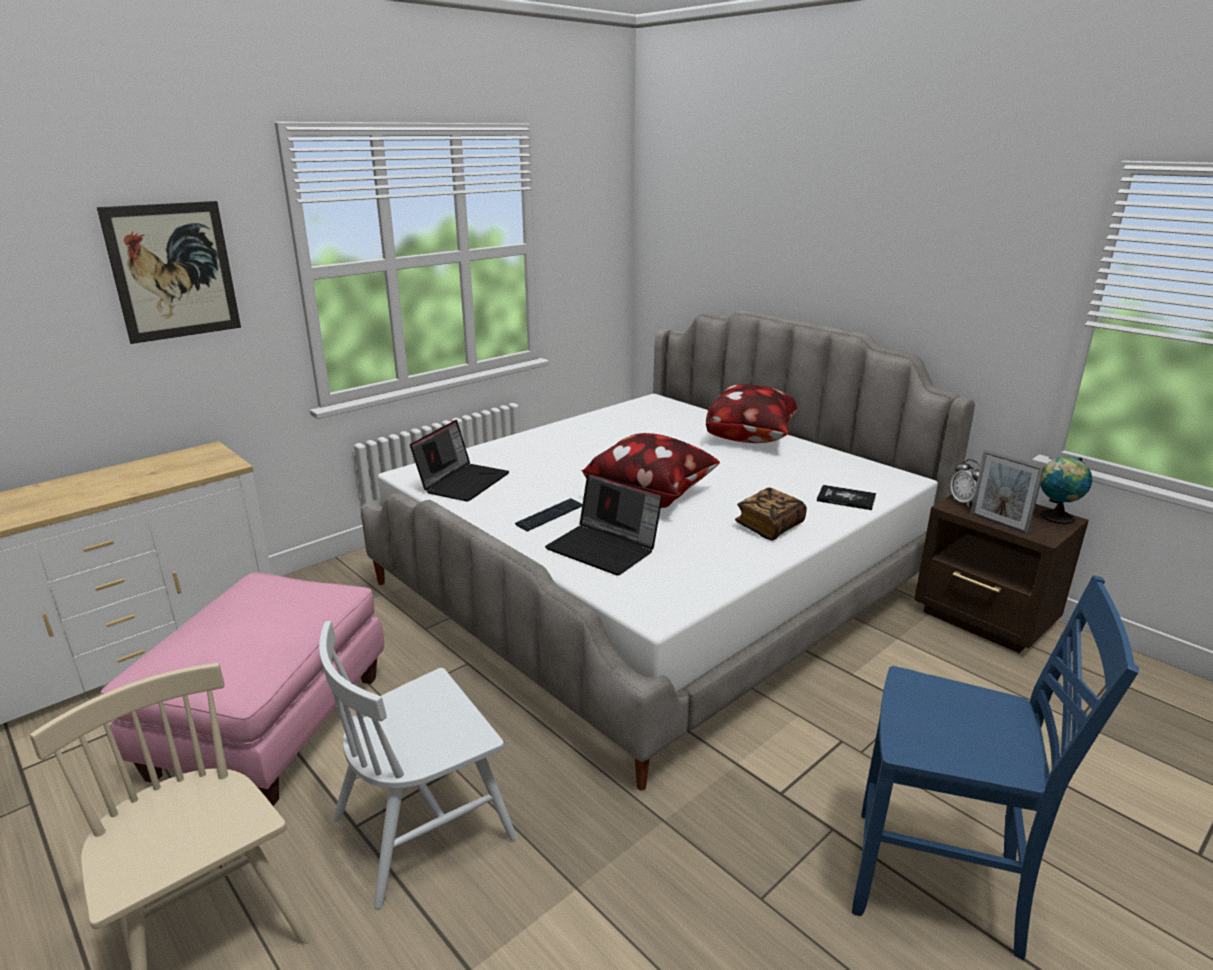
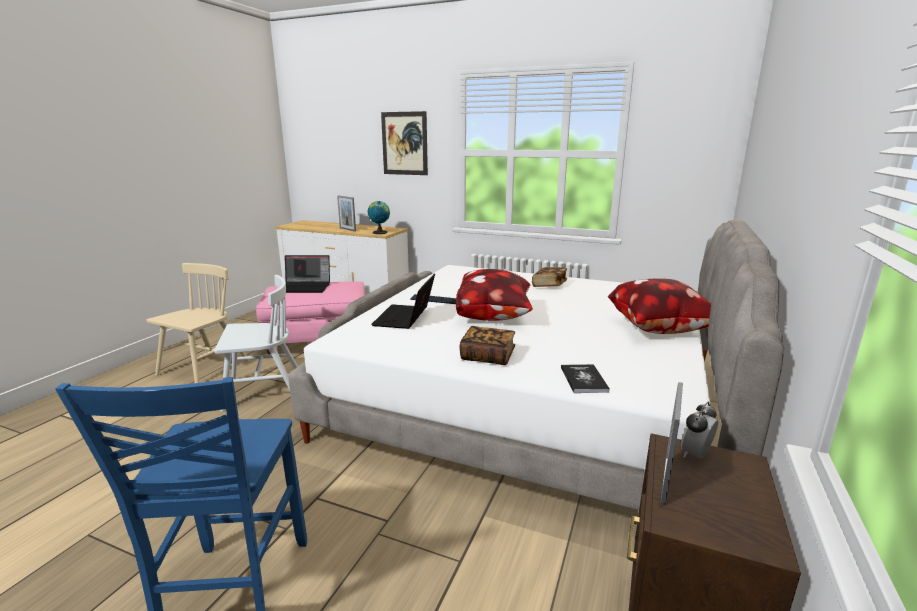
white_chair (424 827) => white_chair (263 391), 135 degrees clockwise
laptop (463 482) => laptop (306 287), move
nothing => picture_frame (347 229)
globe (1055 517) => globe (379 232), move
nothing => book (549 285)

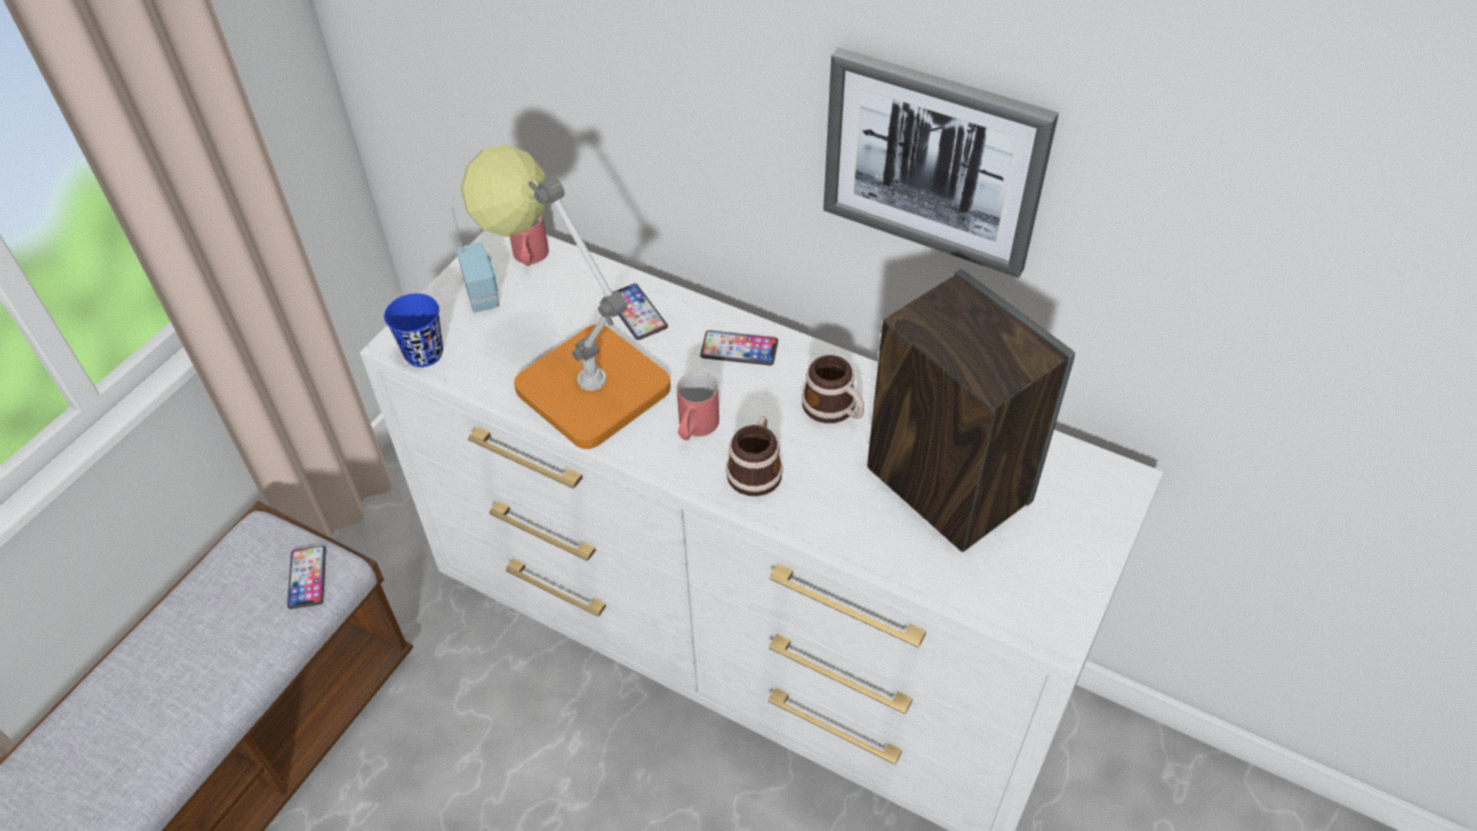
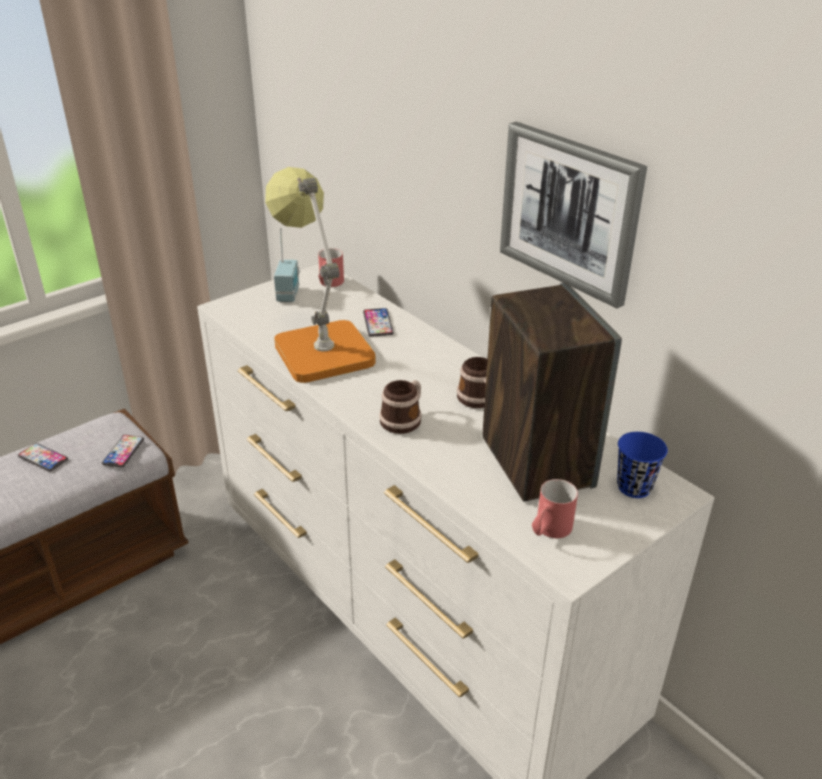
phone (739 349) => phone (43 458), move
red_mug (695 429) => red_mug (548 531), move
blue_cup (424 354) => blue_cup (634 487), move

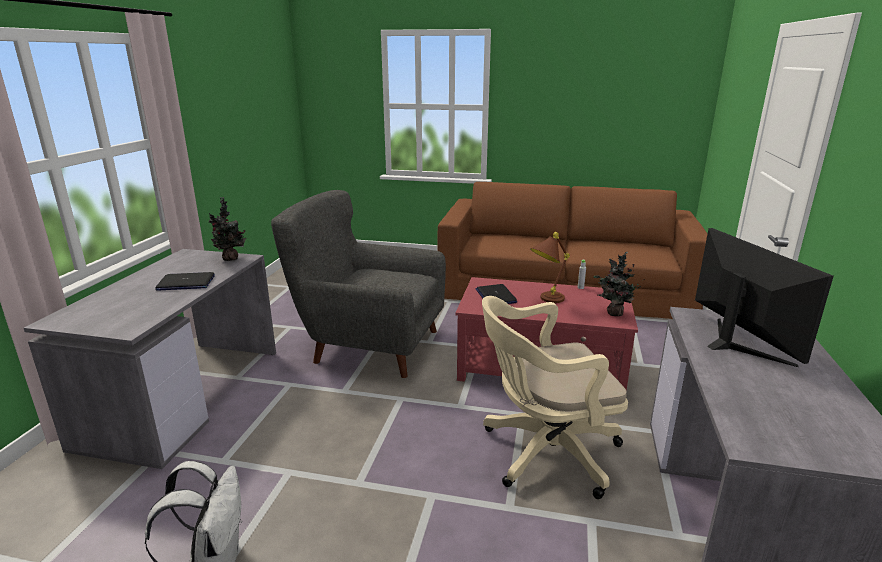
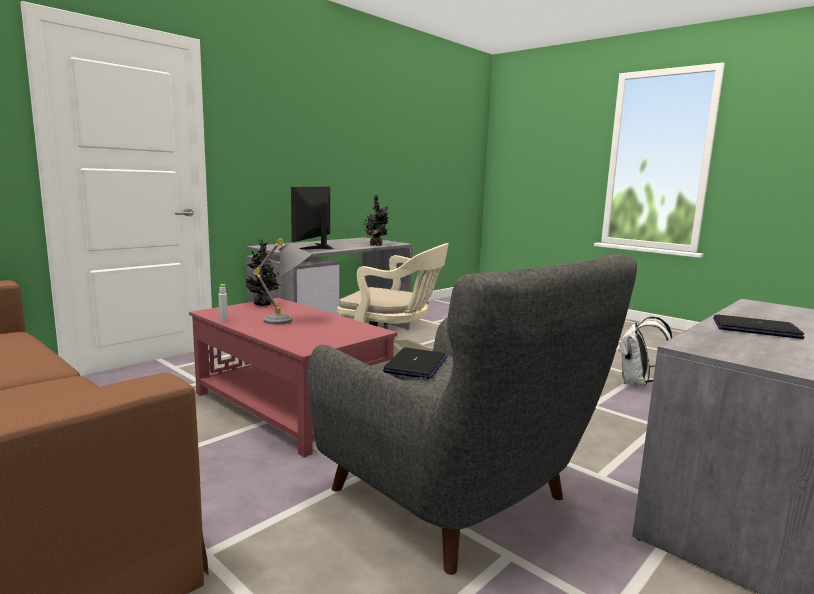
brown_table_lamp (545 300) => grey_table_lamp (289 321)
potted_plant (230 259) => potted_plant (376 245), move
laptop (495 296) => laptop (416 365), move

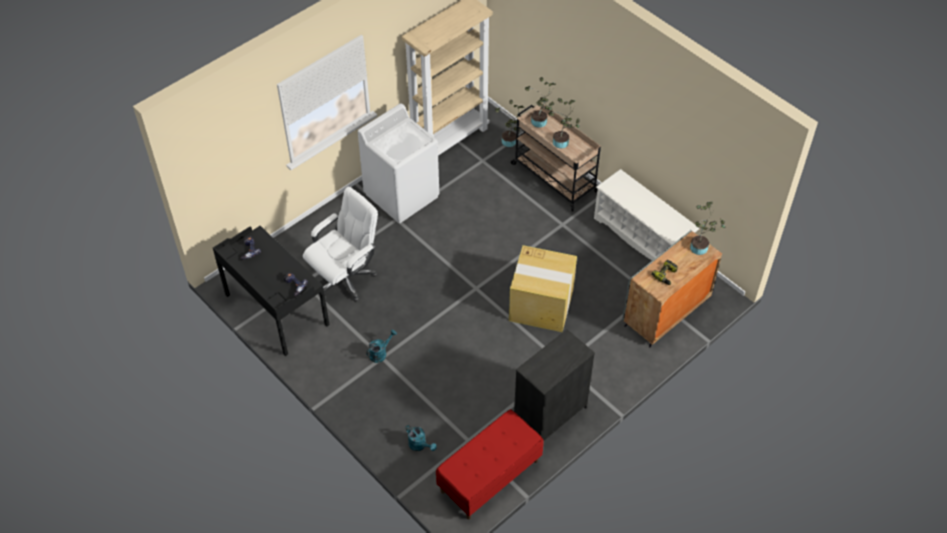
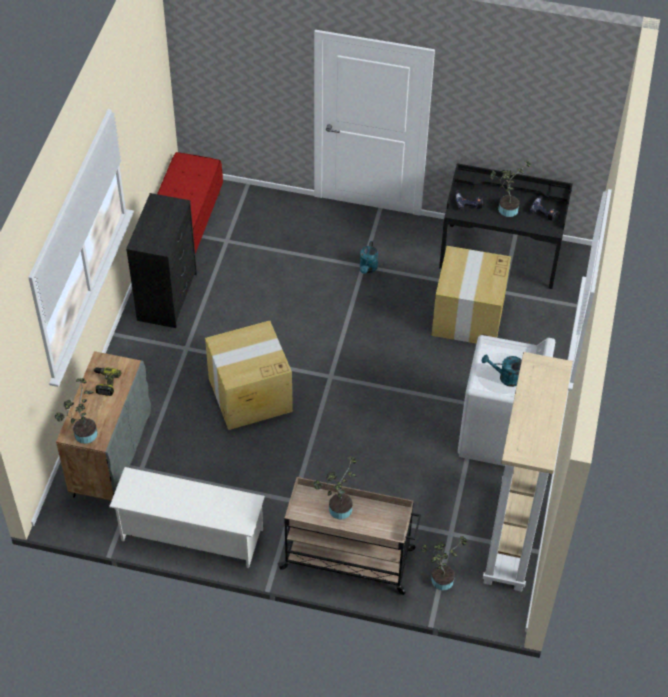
white_office_chair (345 278) => cardboard_box (468 317)
turquoise_watering_can (420 445) => turquoise_watering_can (506 377), move
potted_plant (540 123) => potted_plant (505 209), move

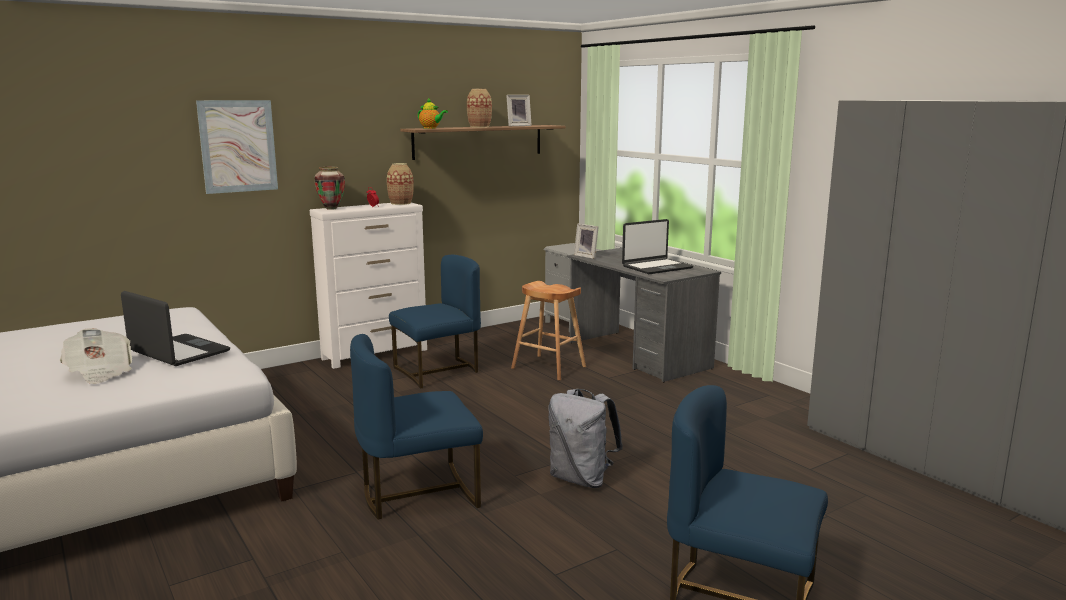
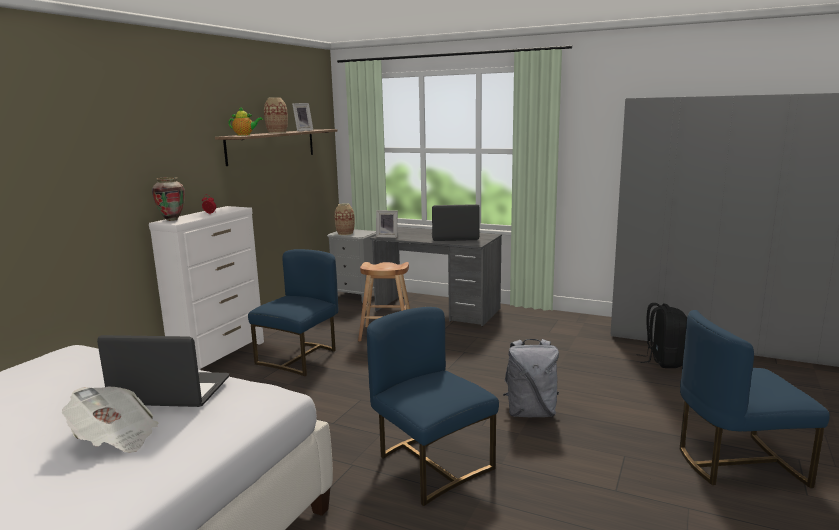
vase (401 203) => vase (345 233), move
blue_chair (418 493) => blue_chair (431 465), 105 degrees clockwise
laptop (656 267) => laptop (454 237), 120 degrees counterclockwise
nothing => black_backpack (663 361)
picture (238 146) => nothing

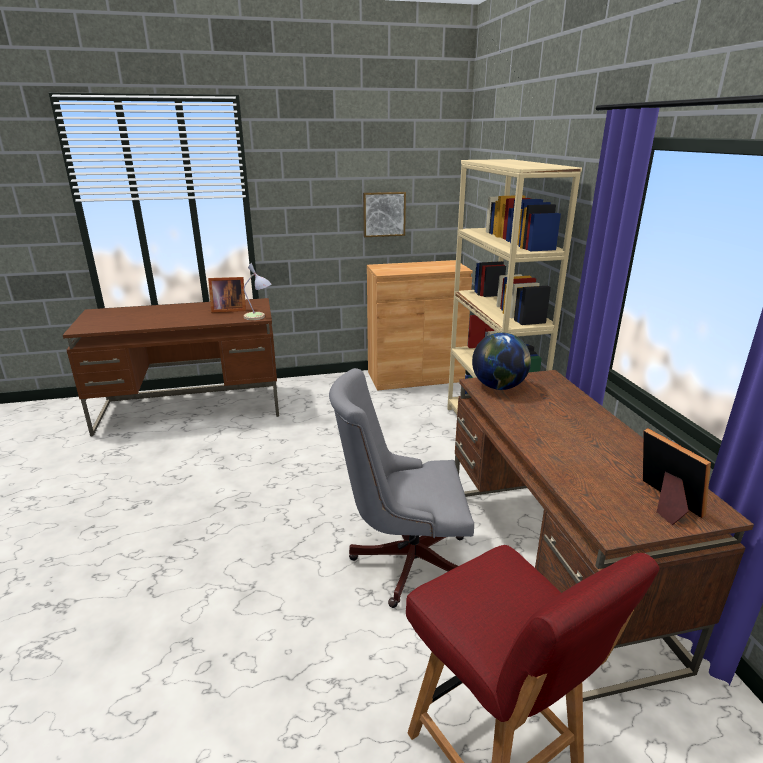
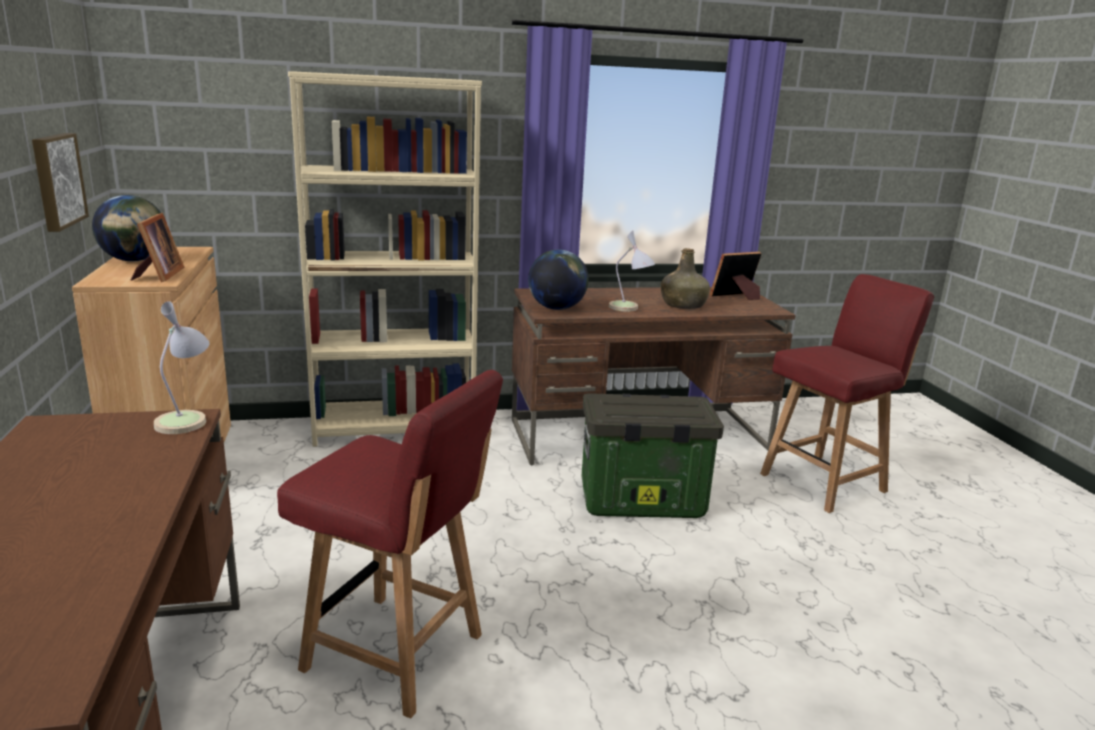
nothing => globe (134 260)
picture_frame (228 309) => picture_frame (159 275), move
nothing => red_chair (397 654)
grey_office_chair (403 560) => storage_box (640 502)
nothing => table_lamp (629 308)
nothing => green_bottle (683 305)

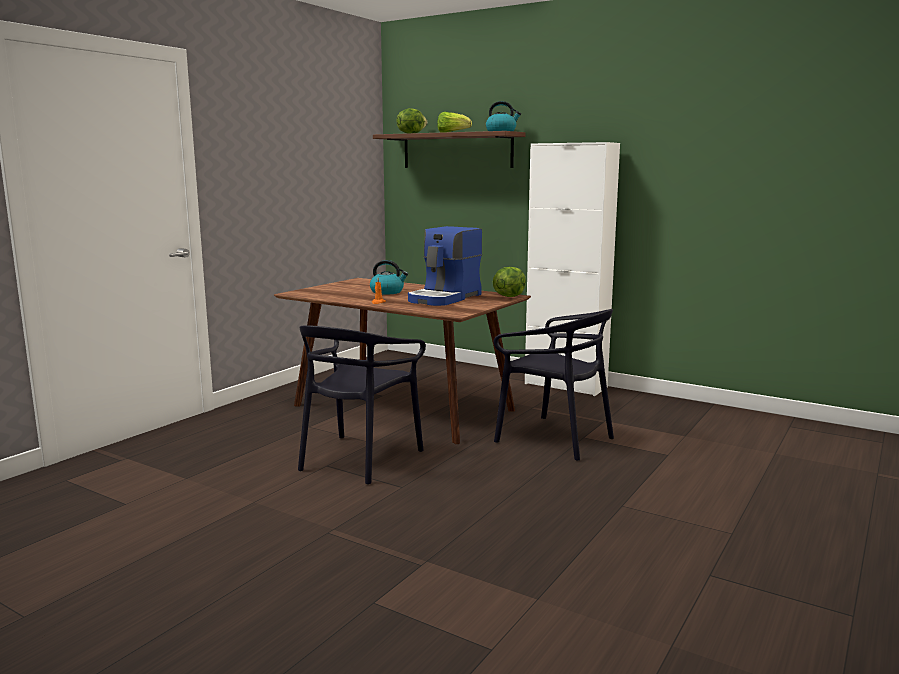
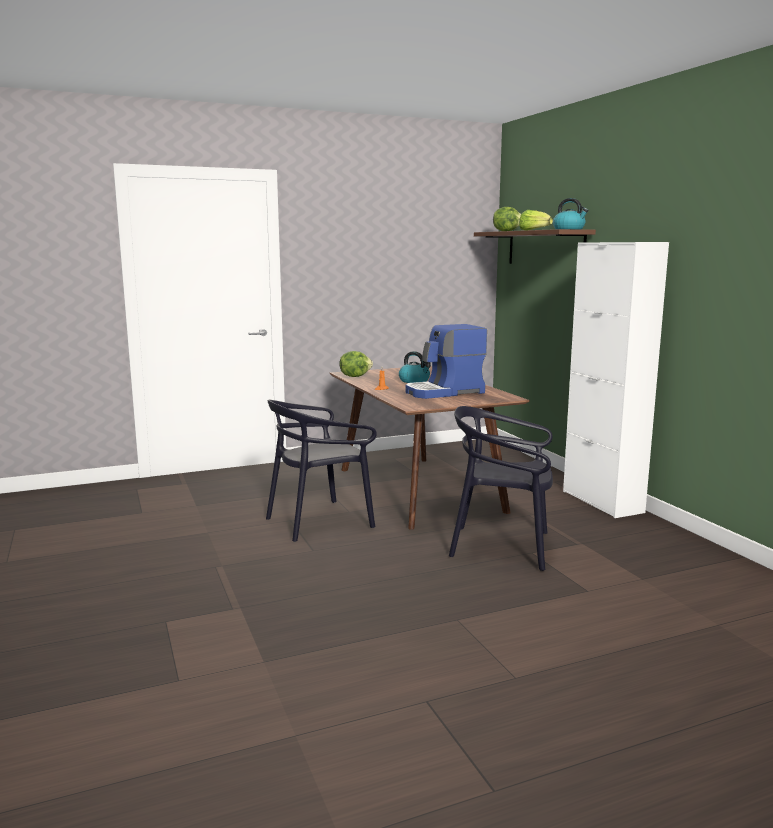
lettuce (509 296) => lettuce (354 376), move
black_chair (554 438) => black_chair (501 546), 120 degrees clockwise

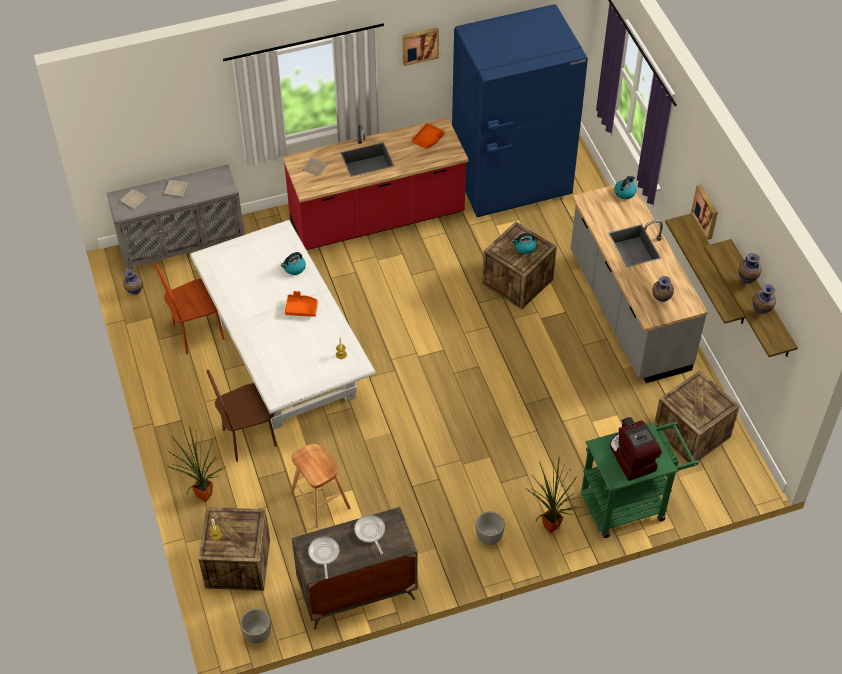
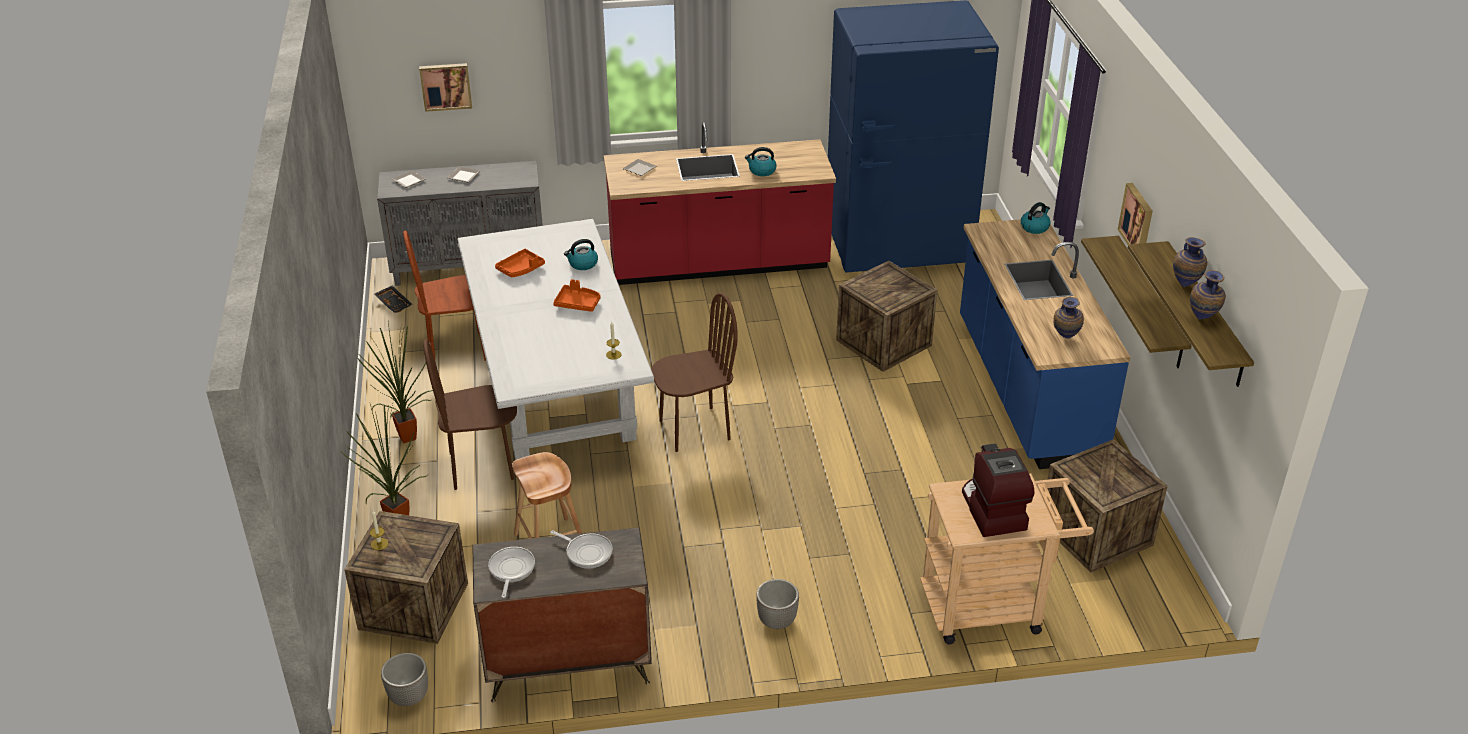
potted_plant (548 528) => potted_plant (404 438), move
vase (135 292) => black_tray (394 303)
picture (420 45) => picture (446 86), move
orange_tray (428 139) => orange_tray (521 269), move
frying_pan (370 532) => frying_pan (587 552), 135 degrees clockwise
nothing => brown_chair (694 429)
kettle (524 247) => kettle (761 171), move
green_cart (630 503) => beige_cart (992 606)
grey_counter (627 312) => blue_counter (1026 389)

